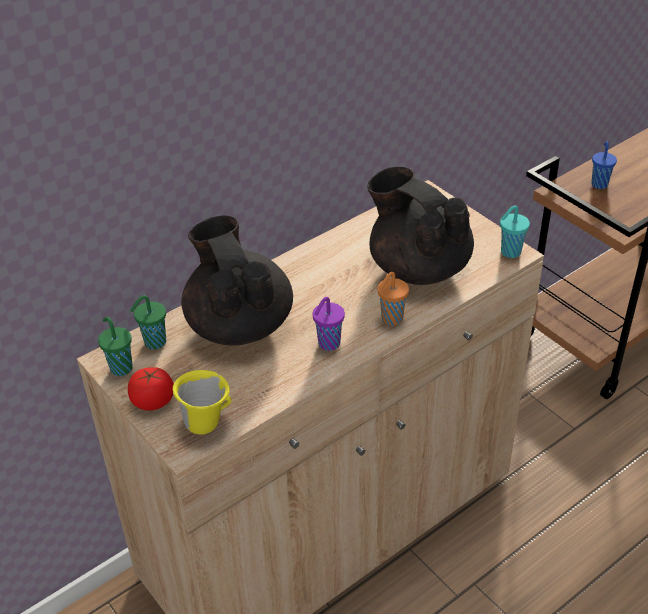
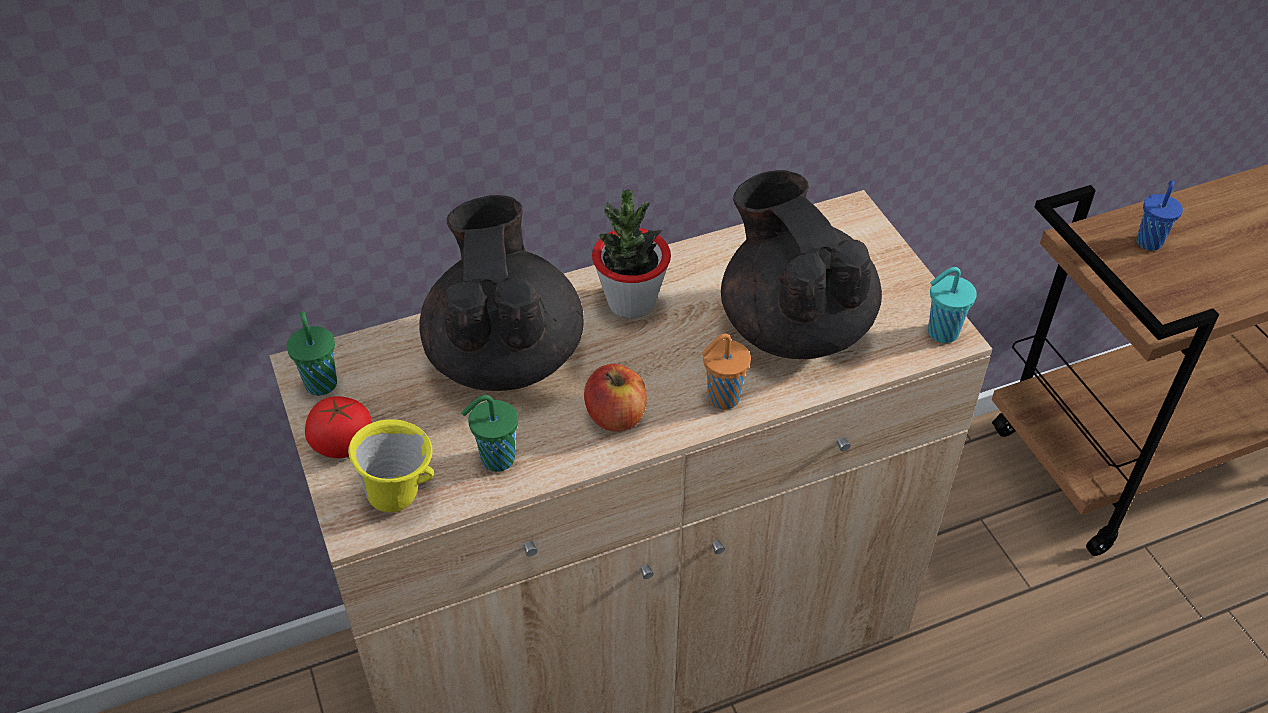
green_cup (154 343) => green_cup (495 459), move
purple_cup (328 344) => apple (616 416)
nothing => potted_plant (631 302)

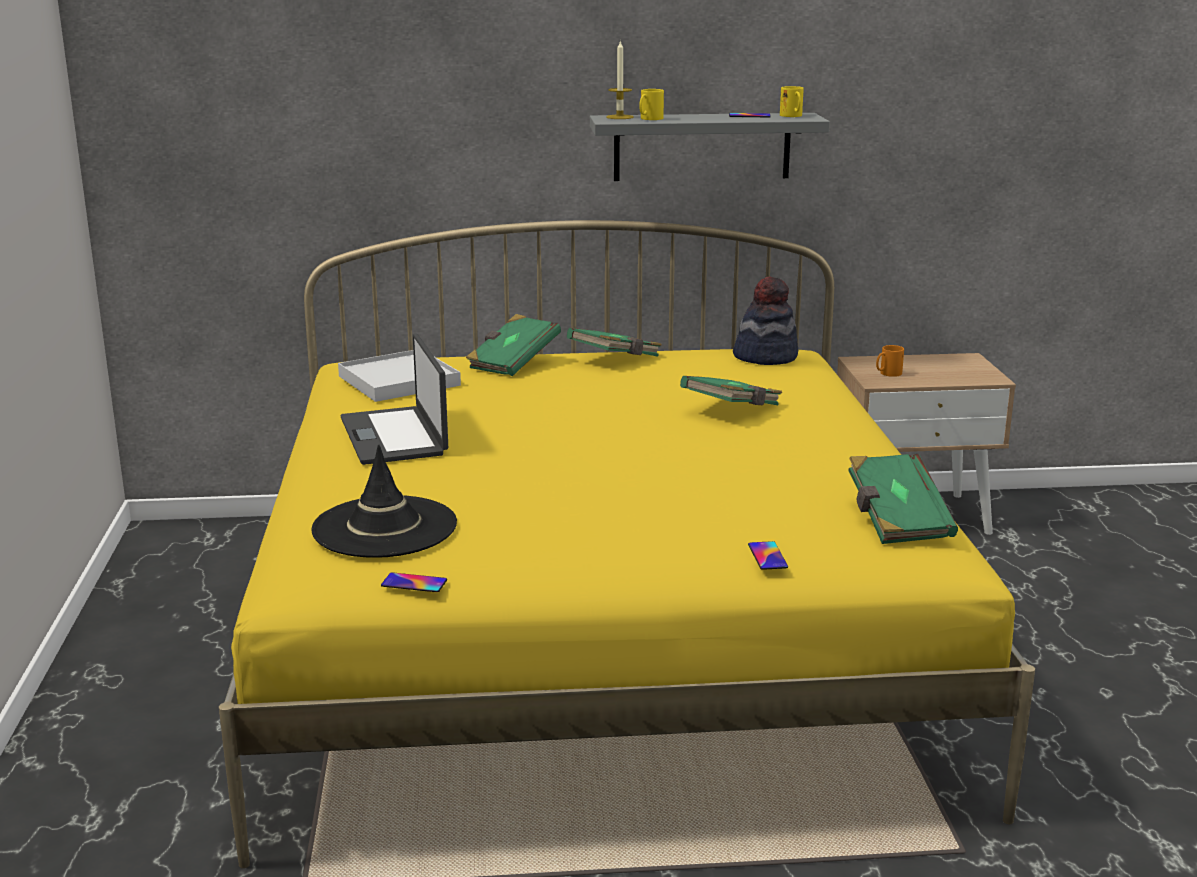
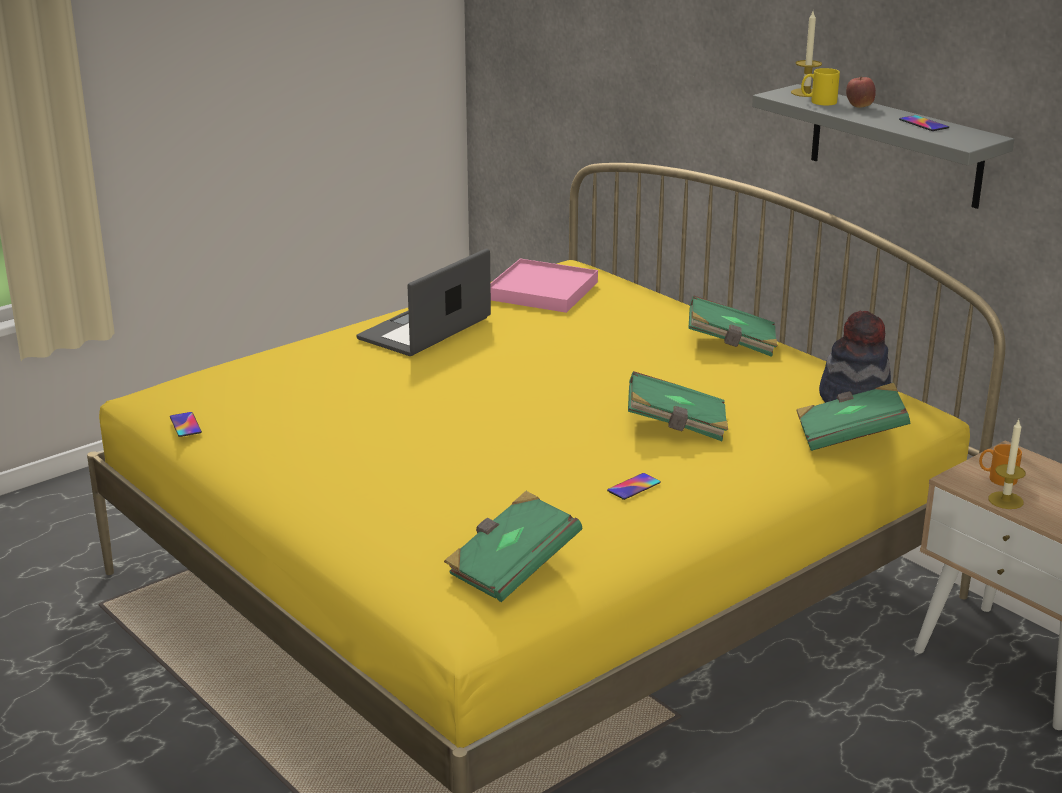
white_tray (399 381) => pink_tray (542 291)
phone (767 556) => phone (634 487), move
green_book (513 363) => green_book (850 436), move
nothing => apple (859 106)
nothing => candle (1005 500)
black_hat (384 528) => nothing
yellow_mug (793 116) => nothing

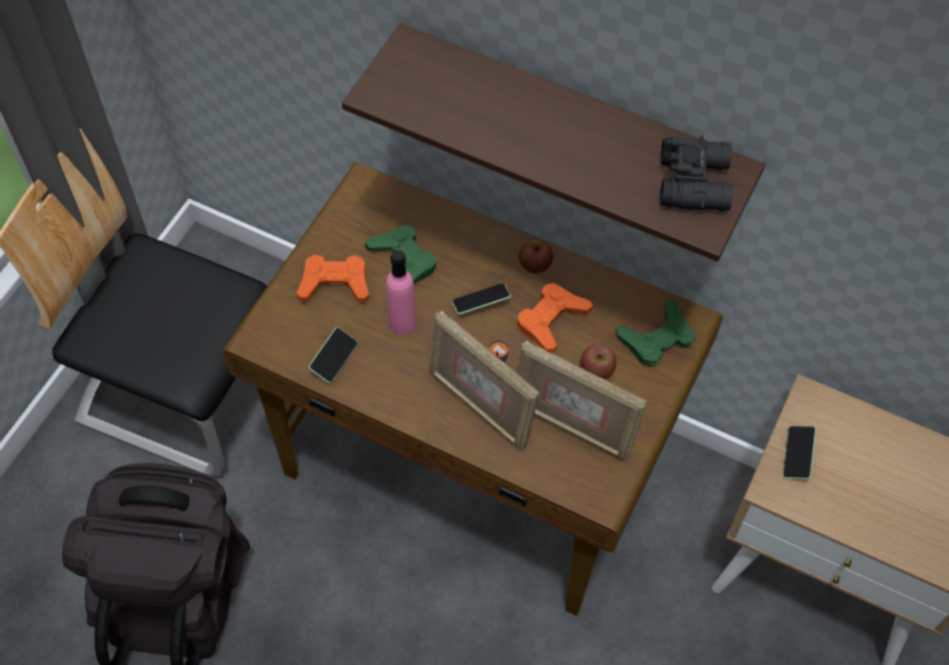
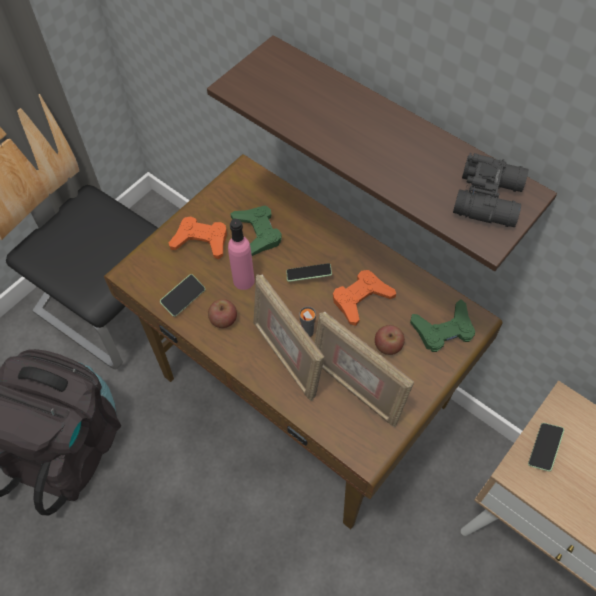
apple (535 264) => apple (223 319), move

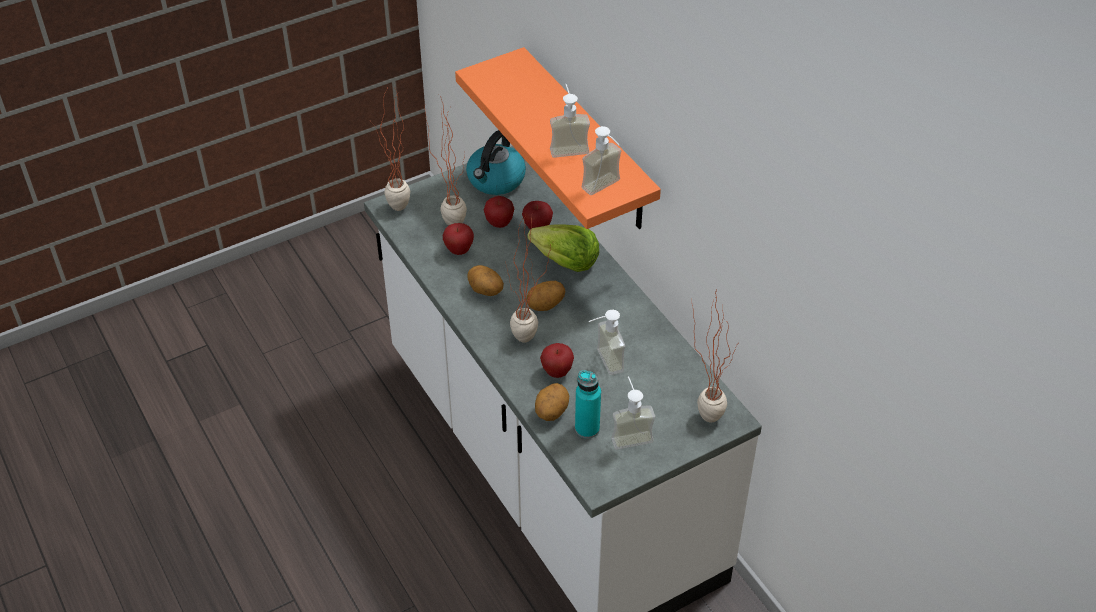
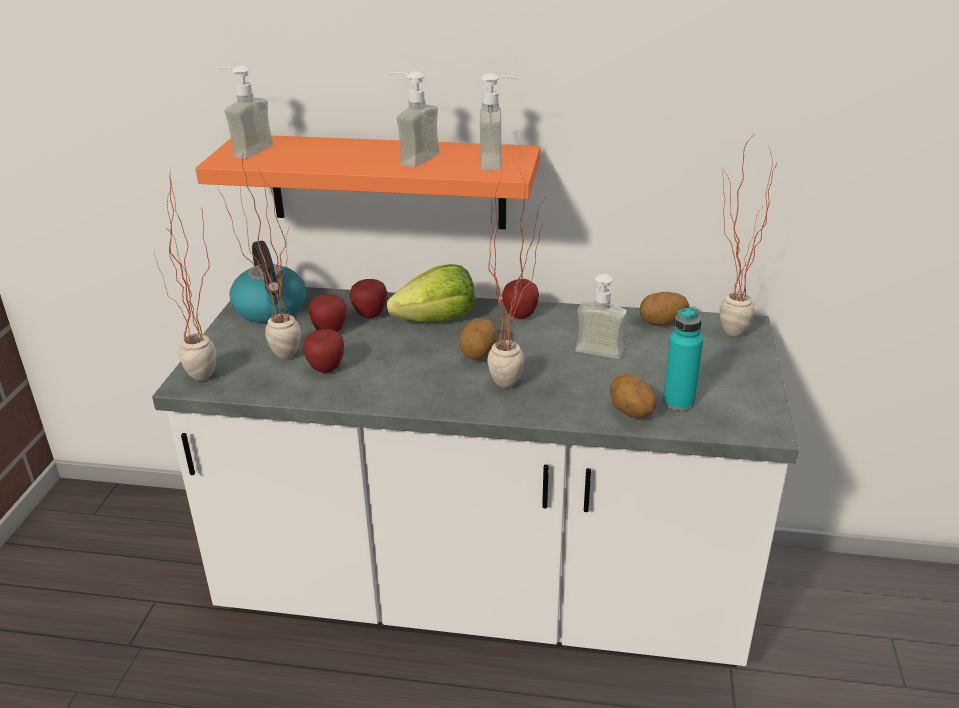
soap_dispenser (629 434) => soap_dispenser (245 150), move
apple (557 372) => apple (520 316), move
potato (485 291) => potato (662 323), move

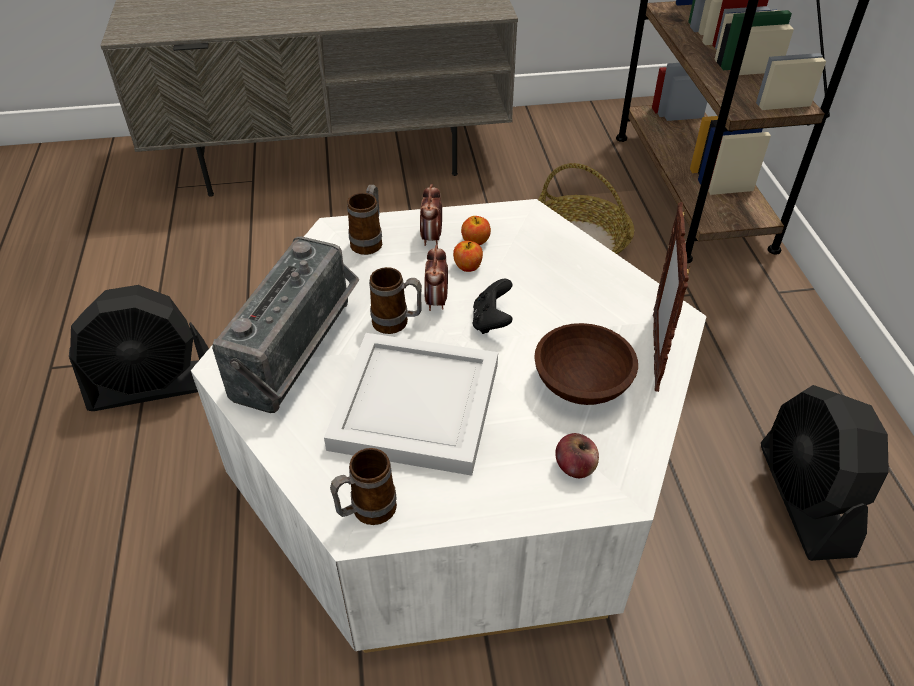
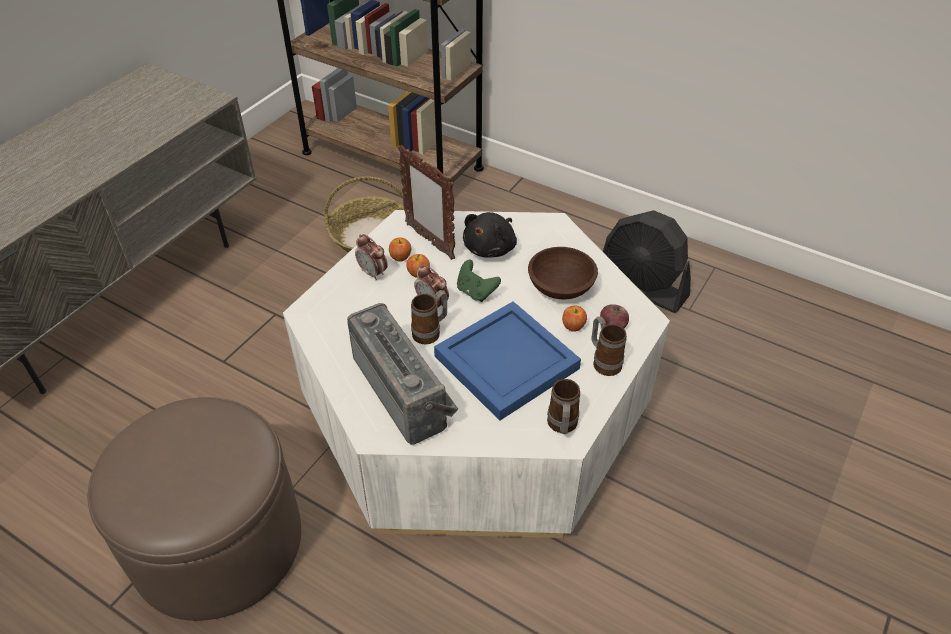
black_fan (154 385) => brown_ottoman (218 541)
picture_frame (655 351) => picture_frame (429 241), move
white_tray (418 404) => blue_tray (506 360)
black_game_controller (491 321) => green_game_controller (476 292)
nothing => black_plush_toy (491 248)
nothing => apple (573 326)
mug (369 241) => mug (603 361), move

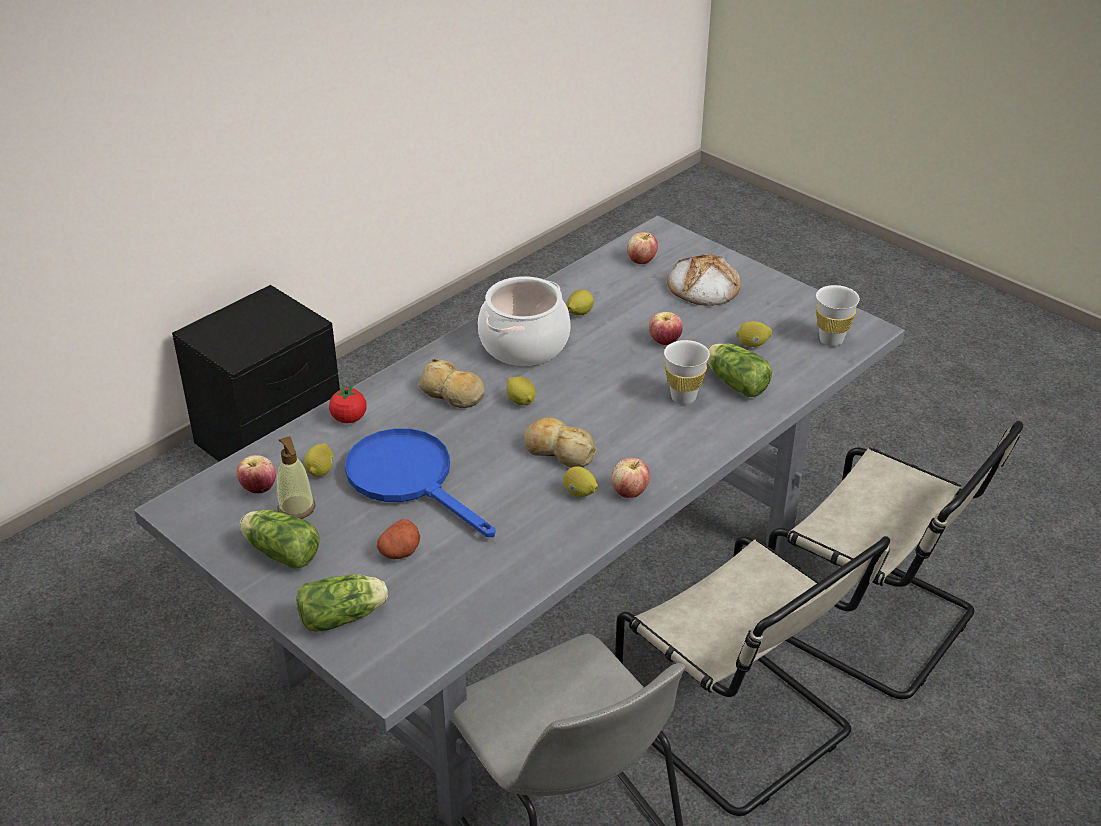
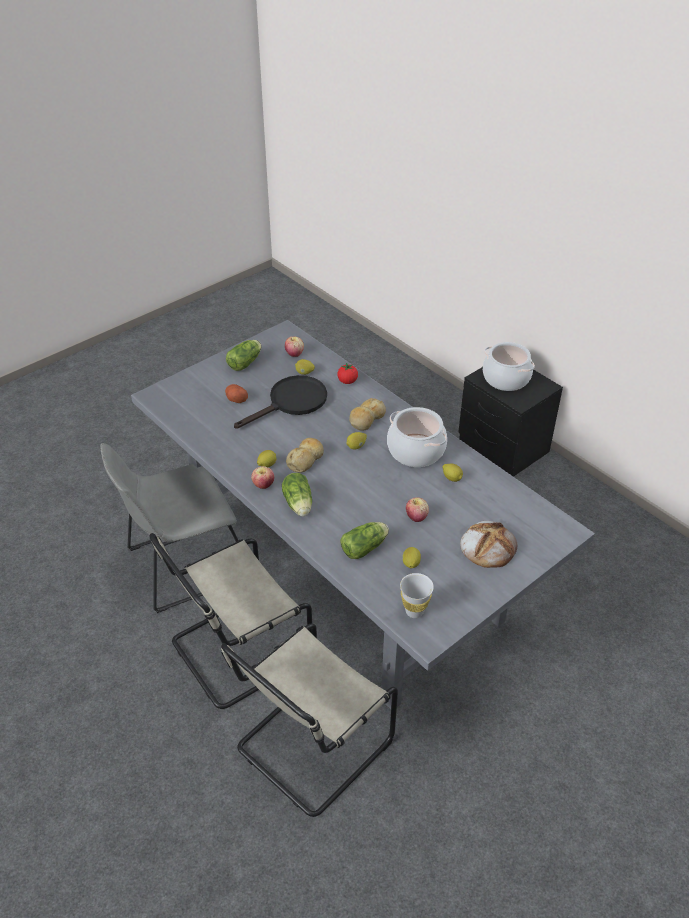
blue_frying_pan (410 479) => black_frying_pan (291 402)
lettuce (345 617) => lettuce (298 505), move
nothing => cooking_pot (505 378)
soap_dispenser (296 508) => nothing
apple (641 261) => nothing
white_cup (683 397) => nothing

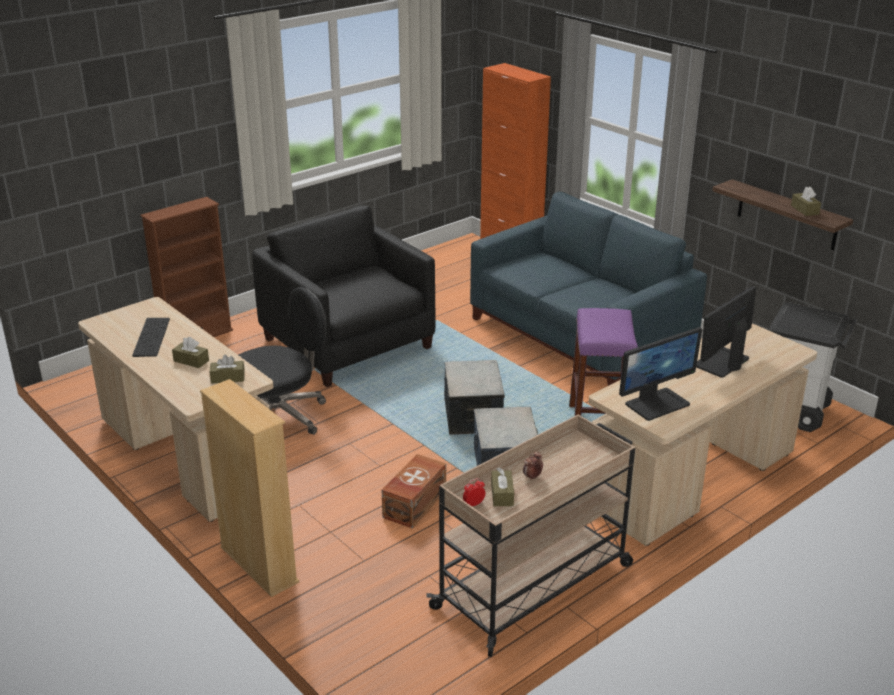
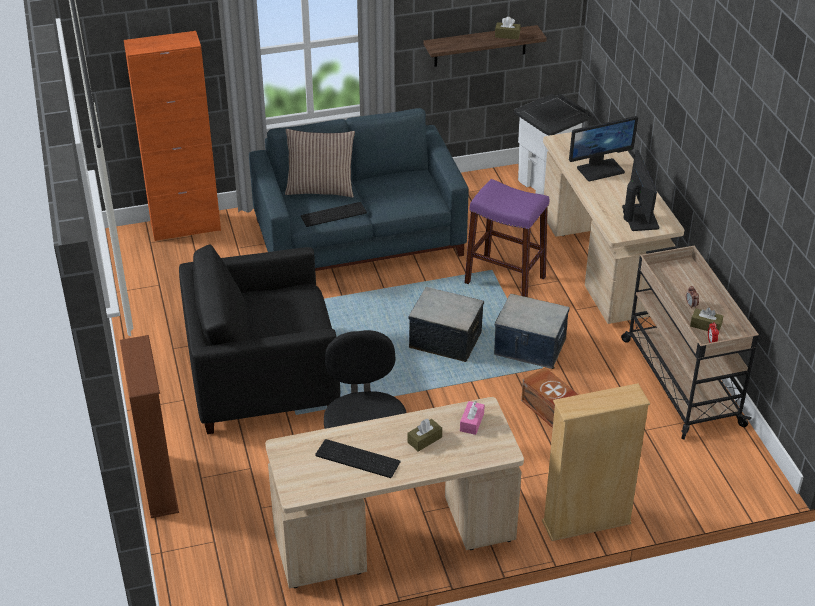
nothing => pillow (321 189)
nothing => keyboard (334 214)
brown_tissue_box (228 378) => pink_tissue_box (472 422)
monitor (722 362) => monitor (600 169), 90 degrees counterclockwise

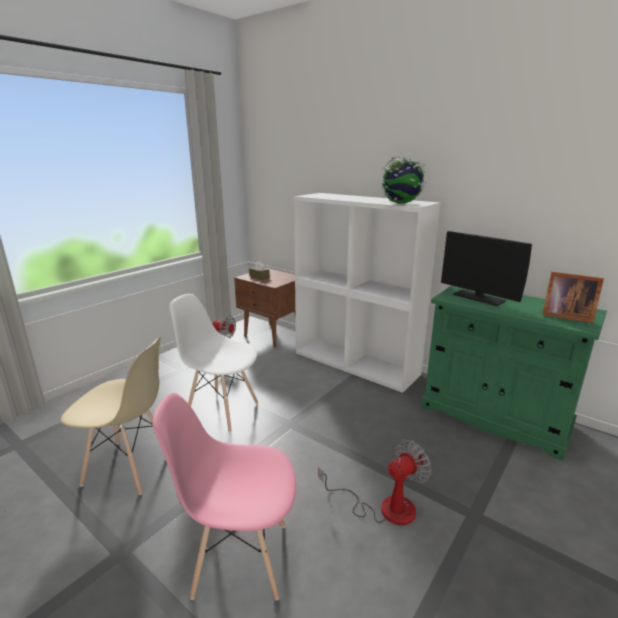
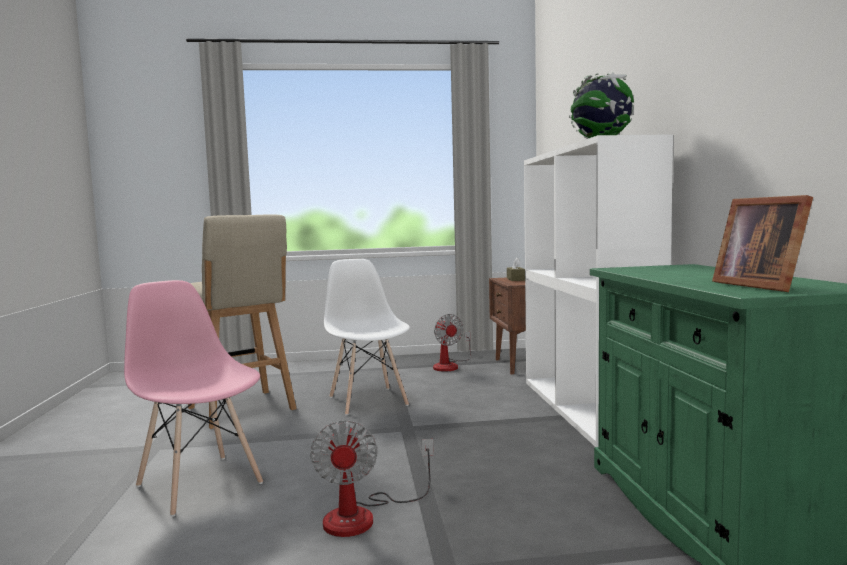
beige_chair (129 467) => beige_stool (242 409)
fan (384 507) => fan (364 515), 75 degrees clockwise
monitor (478 297) => nothing

